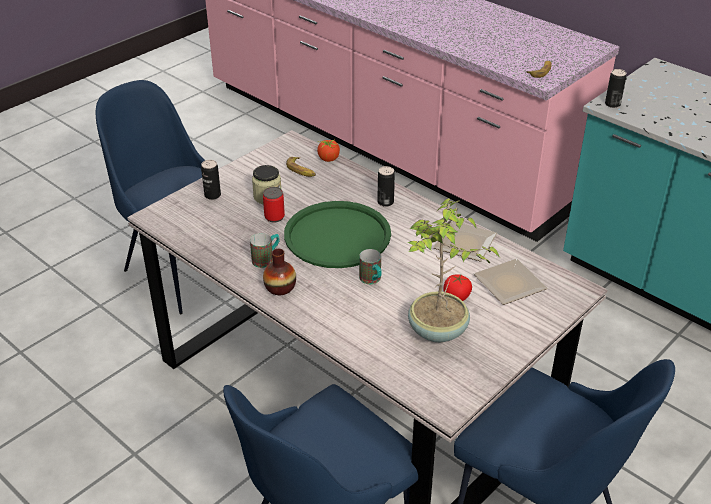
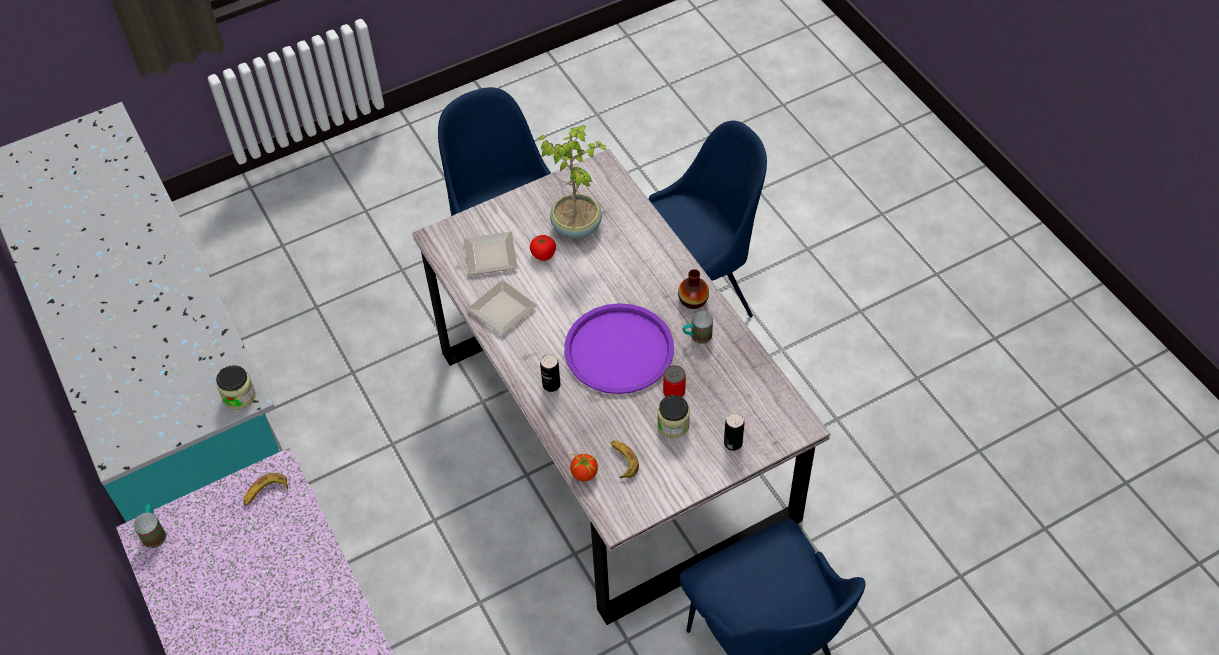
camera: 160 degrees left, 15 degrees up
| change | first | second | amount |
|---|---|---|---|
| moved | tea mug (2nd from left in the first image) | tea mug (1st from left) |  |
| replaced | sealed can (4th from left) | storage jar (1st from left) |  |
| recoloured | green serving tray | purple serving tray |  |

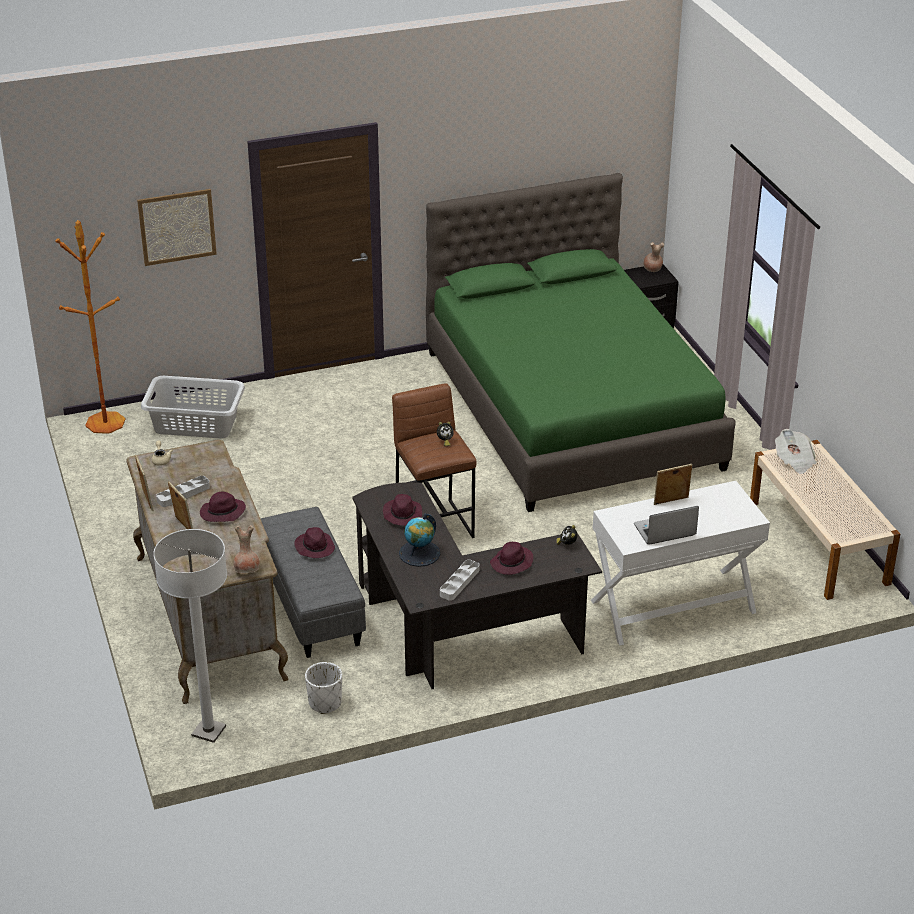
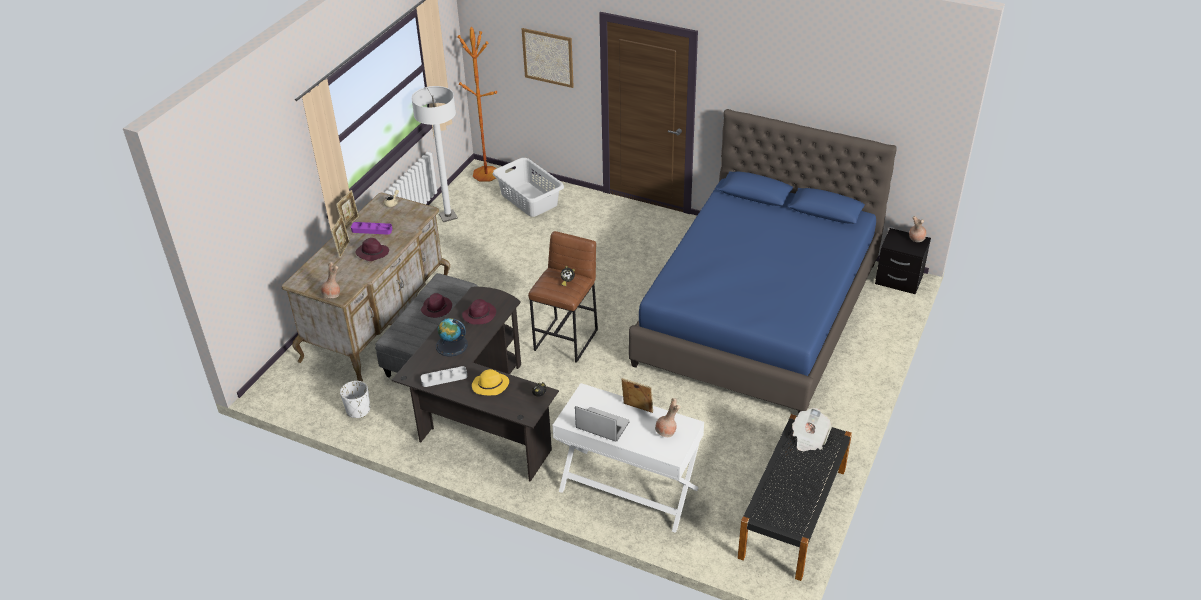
camera: 45 degrees right, 5 degrees up
| change | first | second | amount |
|---|---|---|---|
| recoloured | grey serving tray (1st from left) | purple serving tray |  |
| moved | whitish standing lamp |  |  |
| recoloured | purple hat (4th from left) | yellow-coloured hat |  |
| recoloured | green bed | blue bed |  |
| added |  | brownish vase (2nd from left) |  |
| recoloured | beige-coloured indoor bench | blackish indoor bench |  |

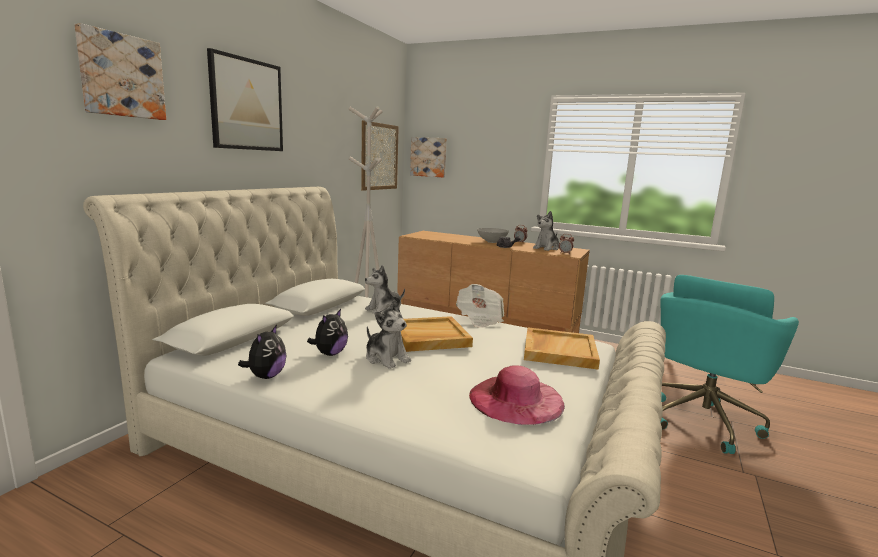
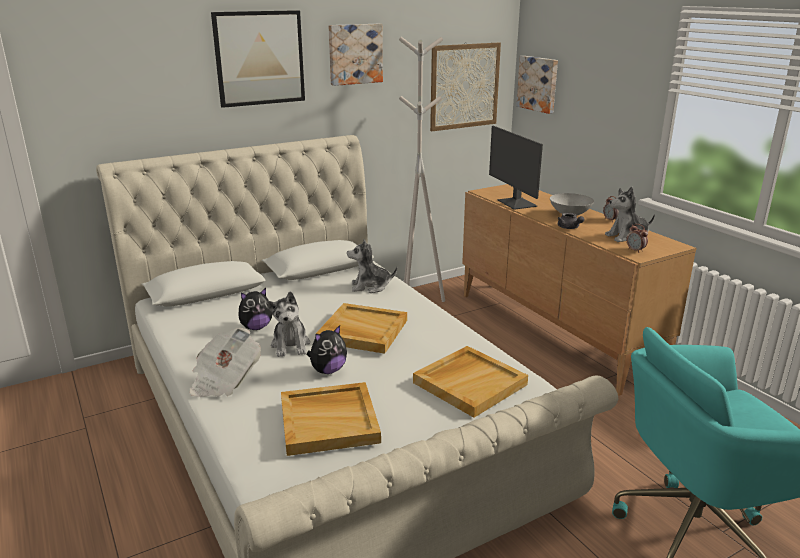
camera: 35 degrees right, 10 degrees up
| change | first | second | amount |
|---|---|---|---|
| moved | newspaper |  |  |
| replaced | pink hat | beige-coloured serving tray (1st from left) |  |
| moved | plush toy (1st from left in the first image) | plush toy (3rd from left) |  |
| moved | wall art (1st from left in the first image) | wall art (2nd from left) |  |
| added |  | computer screen |  |

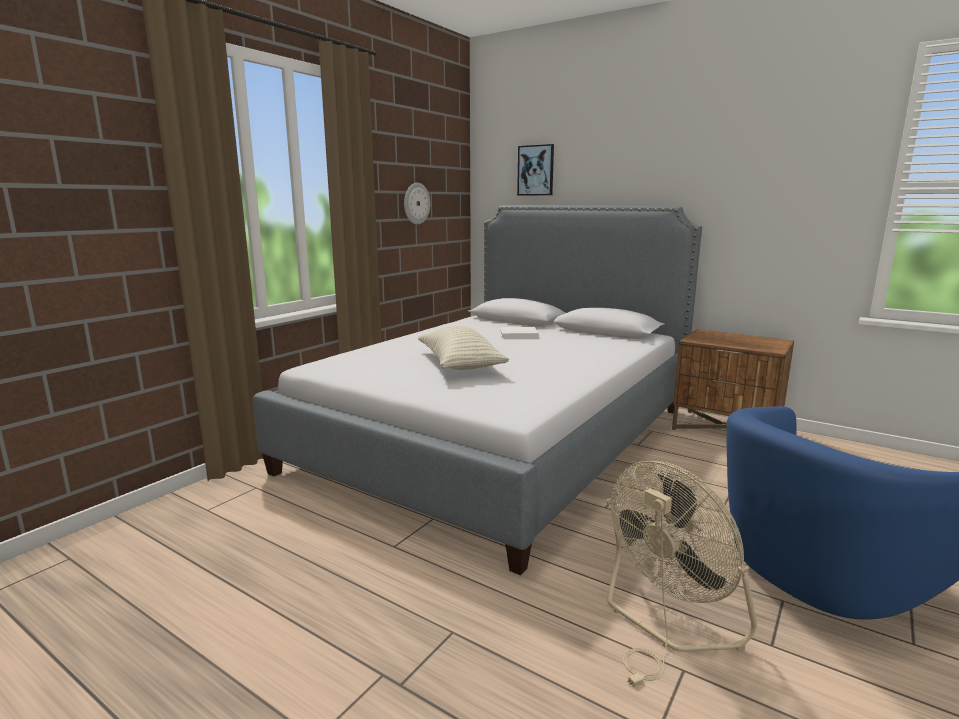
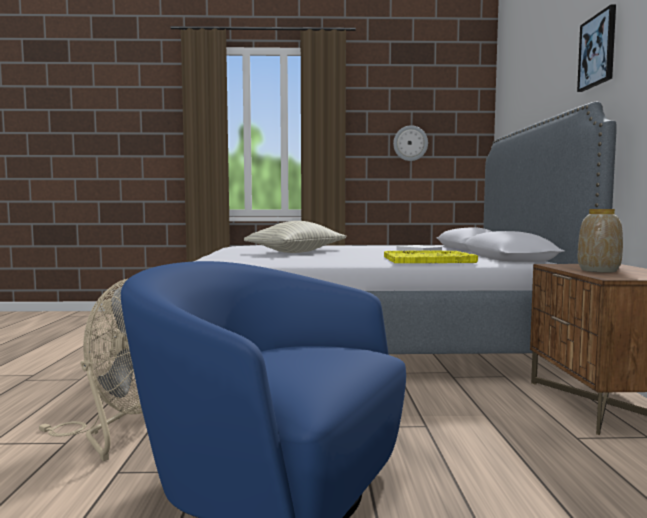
camera: 55 degrees right, 10 degrees down
| change | first | second | amount |
|---|---|---|---|
| added |  | yellow-coloured serving tray |  |
| moved | wall art |  |  |
| added |  | vase |  |

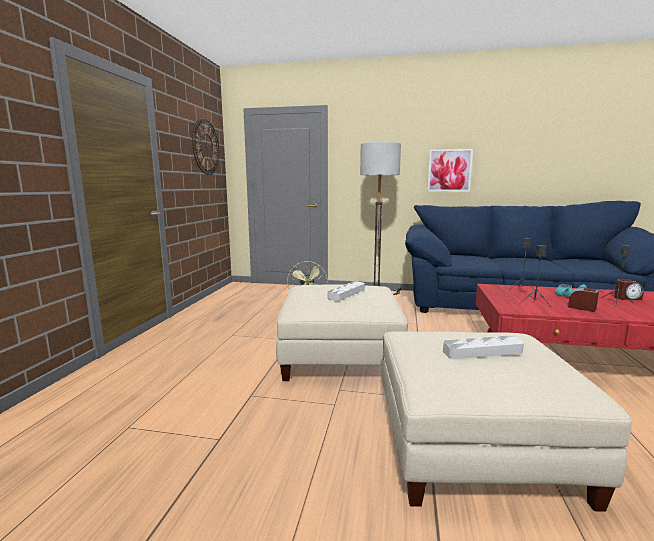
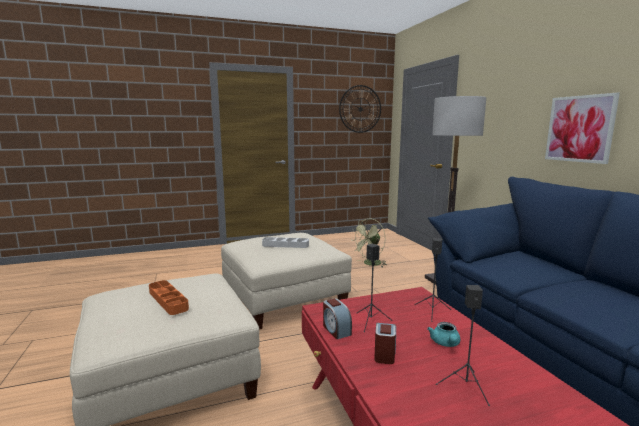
camera: 60 degrees right, 0 degrees up
| change | first | second | amount |
|---|---|---|---|
| recoloured | grey serving tray (2nd from left) | orangey serving tray |  |
| moved | alarm clock (2nd from left in the first image) | alarm clock (1st from left) |  |

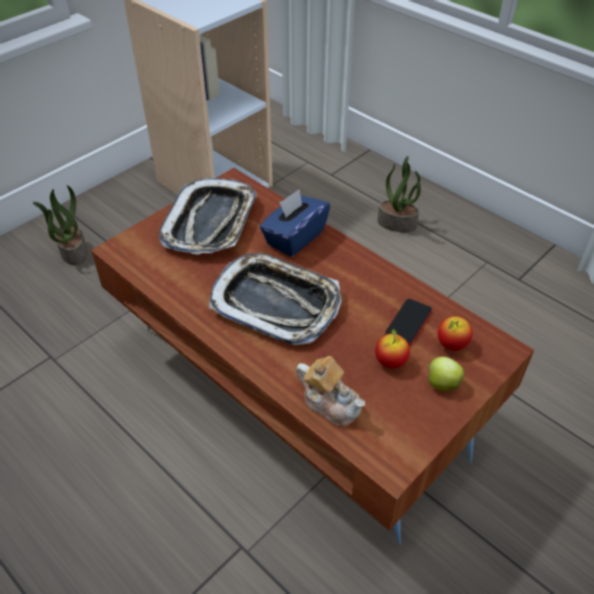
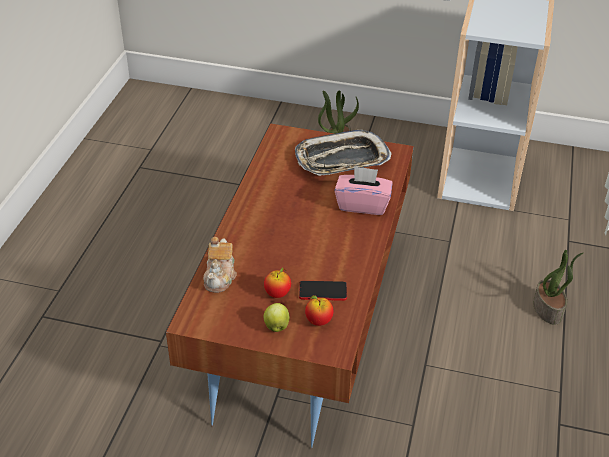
camera: 60 degrees right, 5 degrees down
| change | first | second | amount |
|---|---|---|---|
| recoloured | blue tissue holder | pink tissue holder |  |
| removed | serving tray (2nd from left) |  |  |

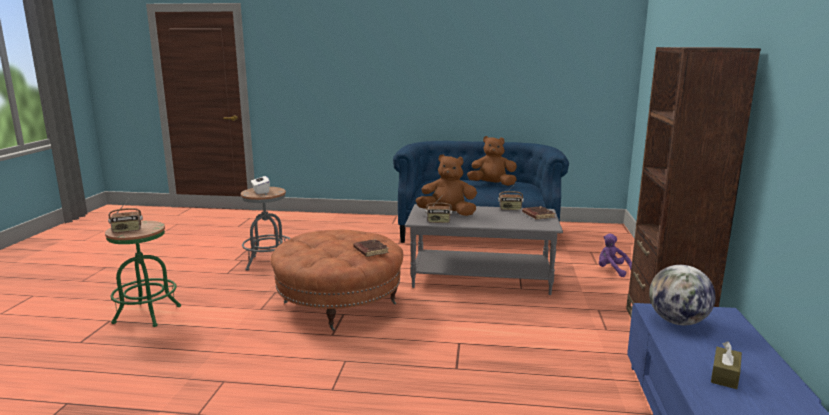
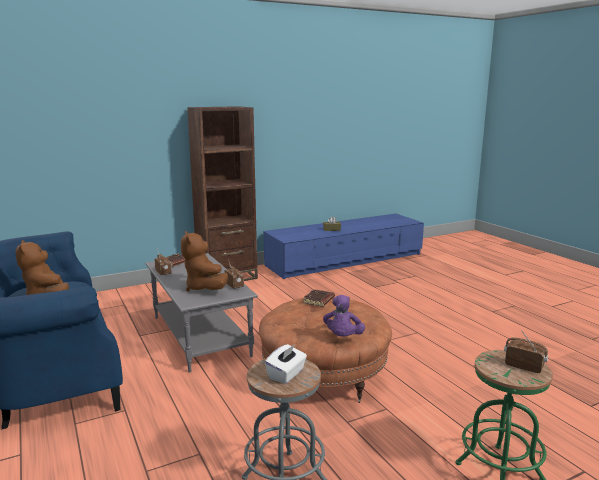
camera: 125 degrees left, 0 degrees up
| change | first | second | amount |
|---|---|---|---|
| moved | purple plush toy |  |  |
| removed | world globe |  |  |

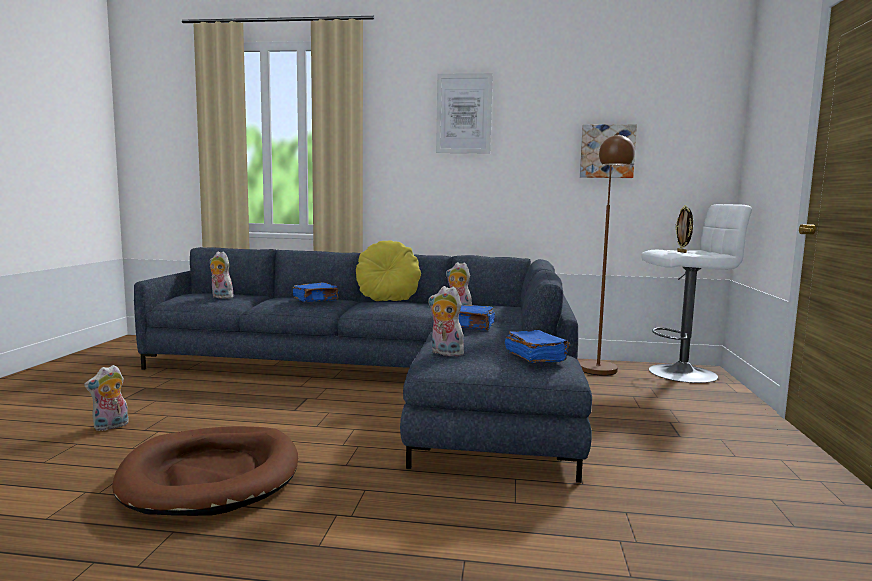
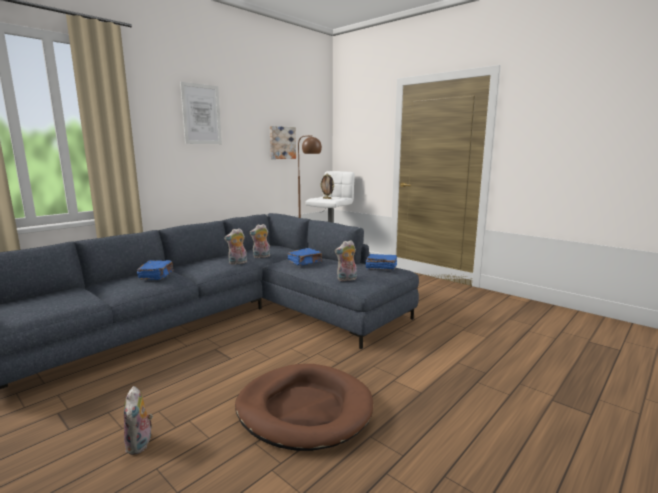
camera: 55 degrees left, 5 degrees up
| change | first | second | amount |
|---|---|---|---|
| moved | plush toy (2nd from left) |  |  |
| removed | yellow-coloured pillow |  |  |

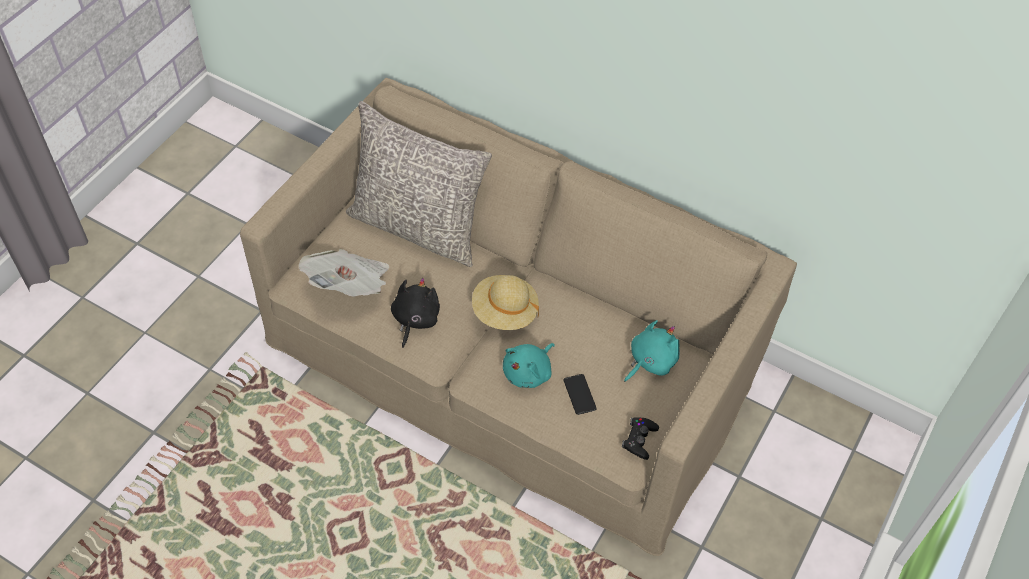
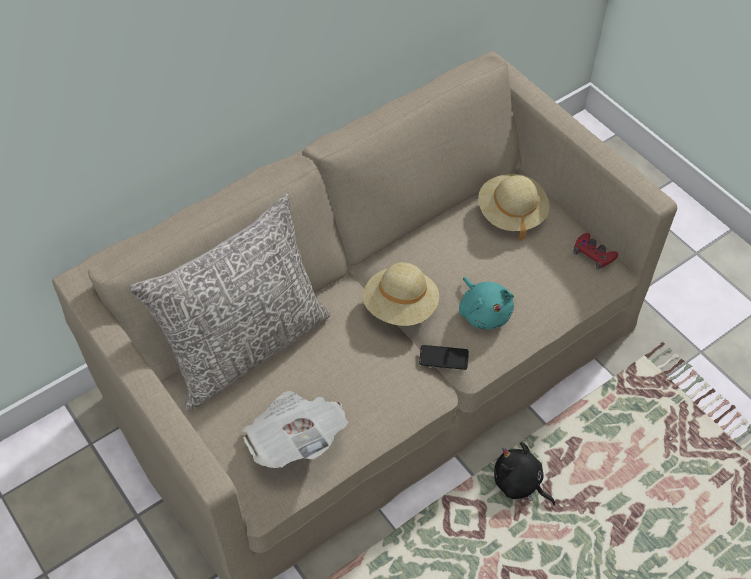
camera: 65 degrees left, 0 degrees up
| change | first | second | amount |
|---|---|---|---|
| moved | handset |  |  |
| replaced | turquoise-coloured plush toy (2nd from left) | beige-coloured hat (2nd from left) |  |
| moved | blackish plush toy |  |  |
| recoloured | blackish game controller | red-coloured game controller |  |

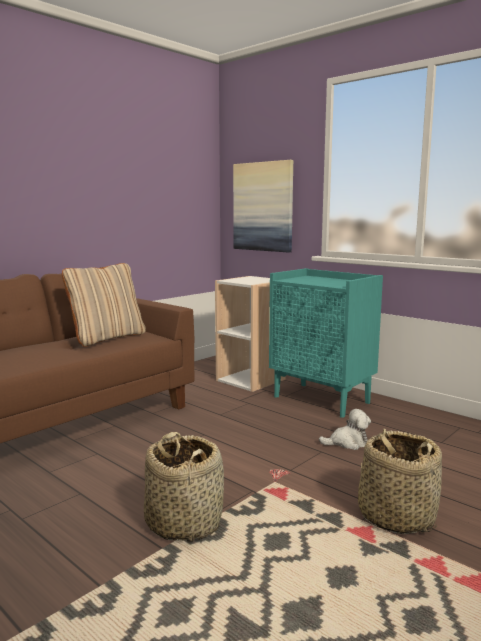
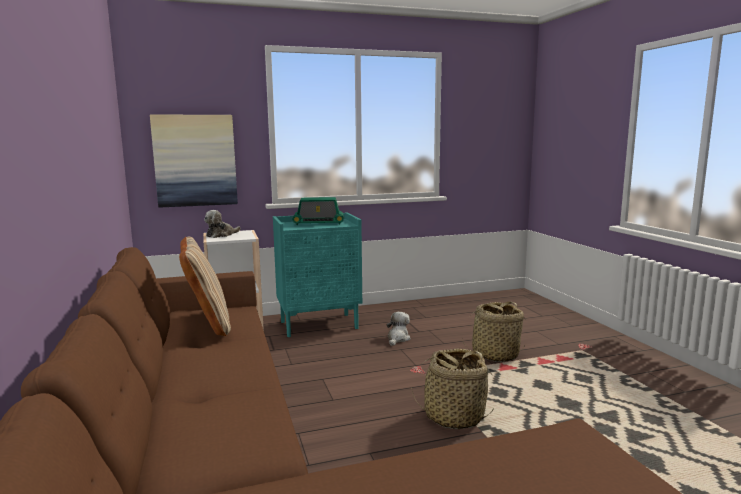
camera: 60 degrees left, 0 degrees up
| change | first | second | amount |
|---|---|---|---|
| added |  | plush toy (1st from left) |  |
| added |  | radio set |  |

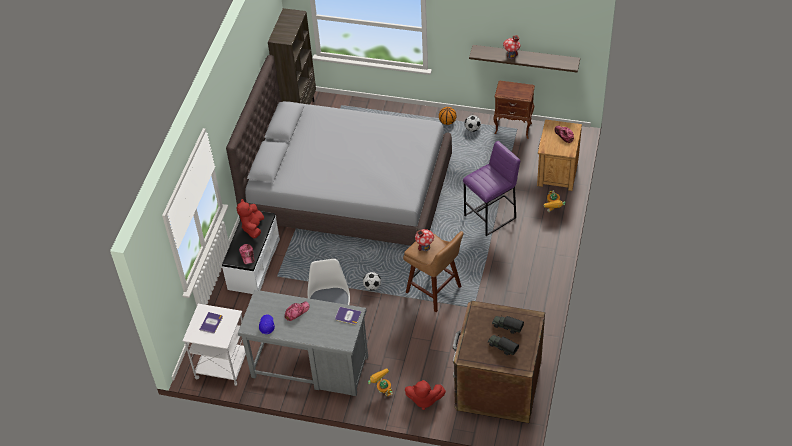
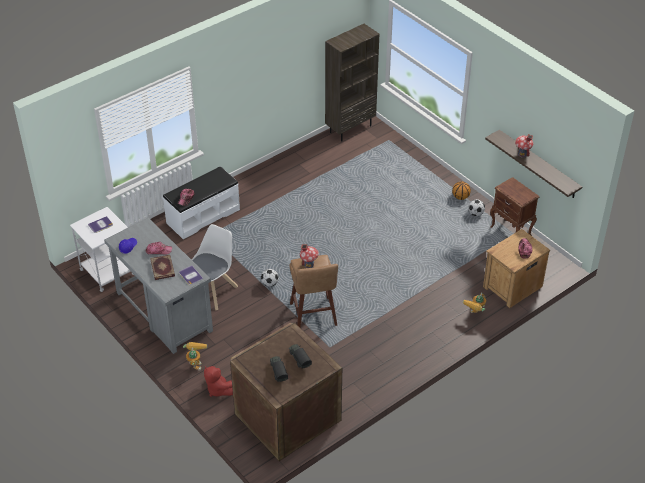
camera: 35 degrees right, 5 degrees down
| change | first | second | amount |
|---|---|---|---|
| added |  | volume (2nd from left) |  |
| removed | grey bed |  |  |
| removed | red-coloured plush toy (1st from left) |  |  |
| removed | purple stool |  |  |

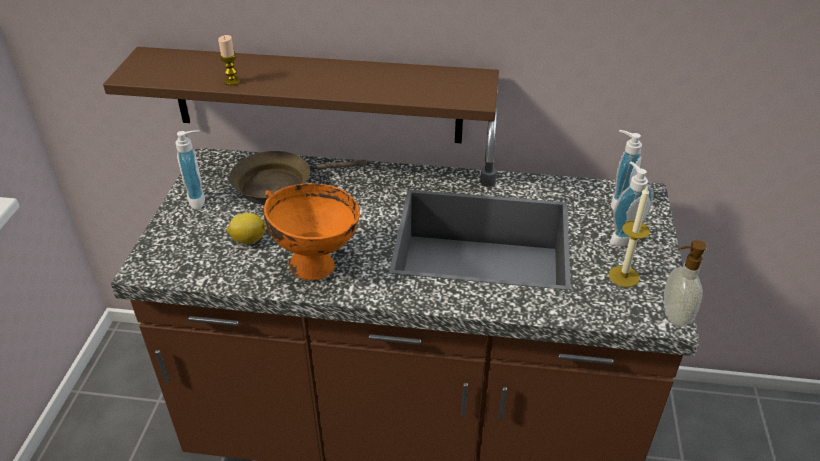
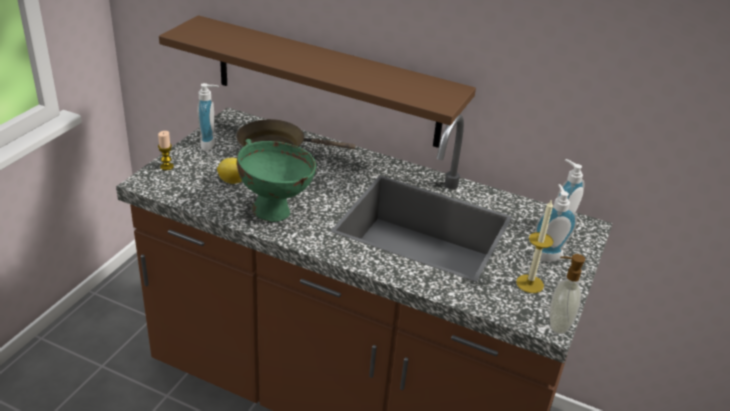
camera: 15 degrees right, 5 degrees down
| change | first | second | amount |
|---|---|---|---|
| moved | candle (1st from left) |  |  |
| recoloured | orangey serving bowl | green serving bowl |  |

